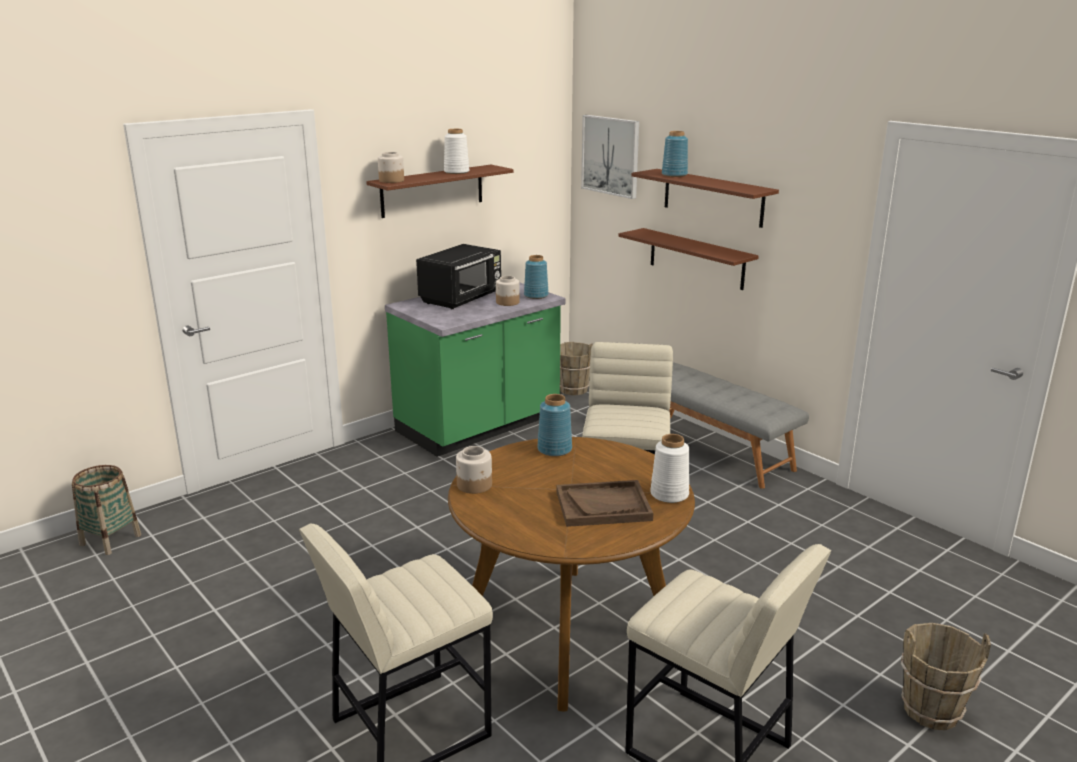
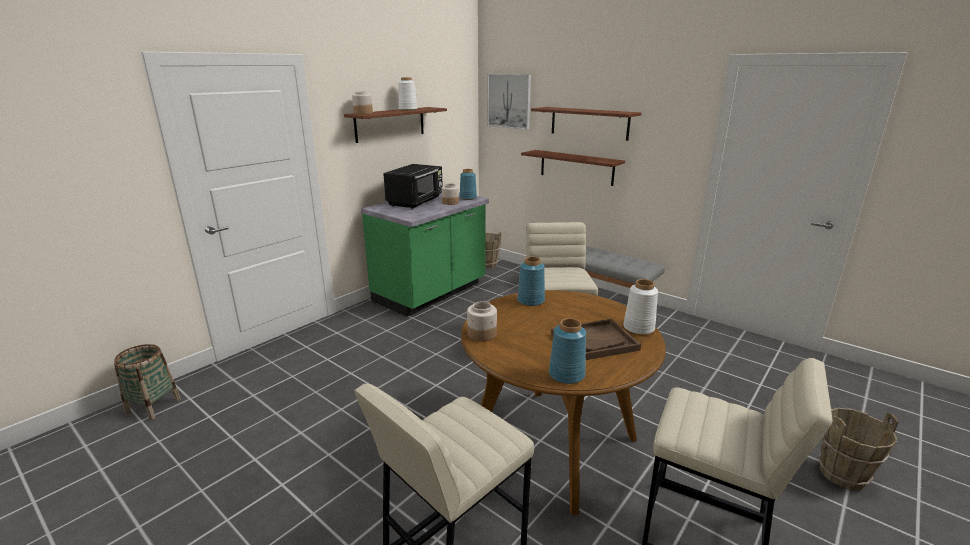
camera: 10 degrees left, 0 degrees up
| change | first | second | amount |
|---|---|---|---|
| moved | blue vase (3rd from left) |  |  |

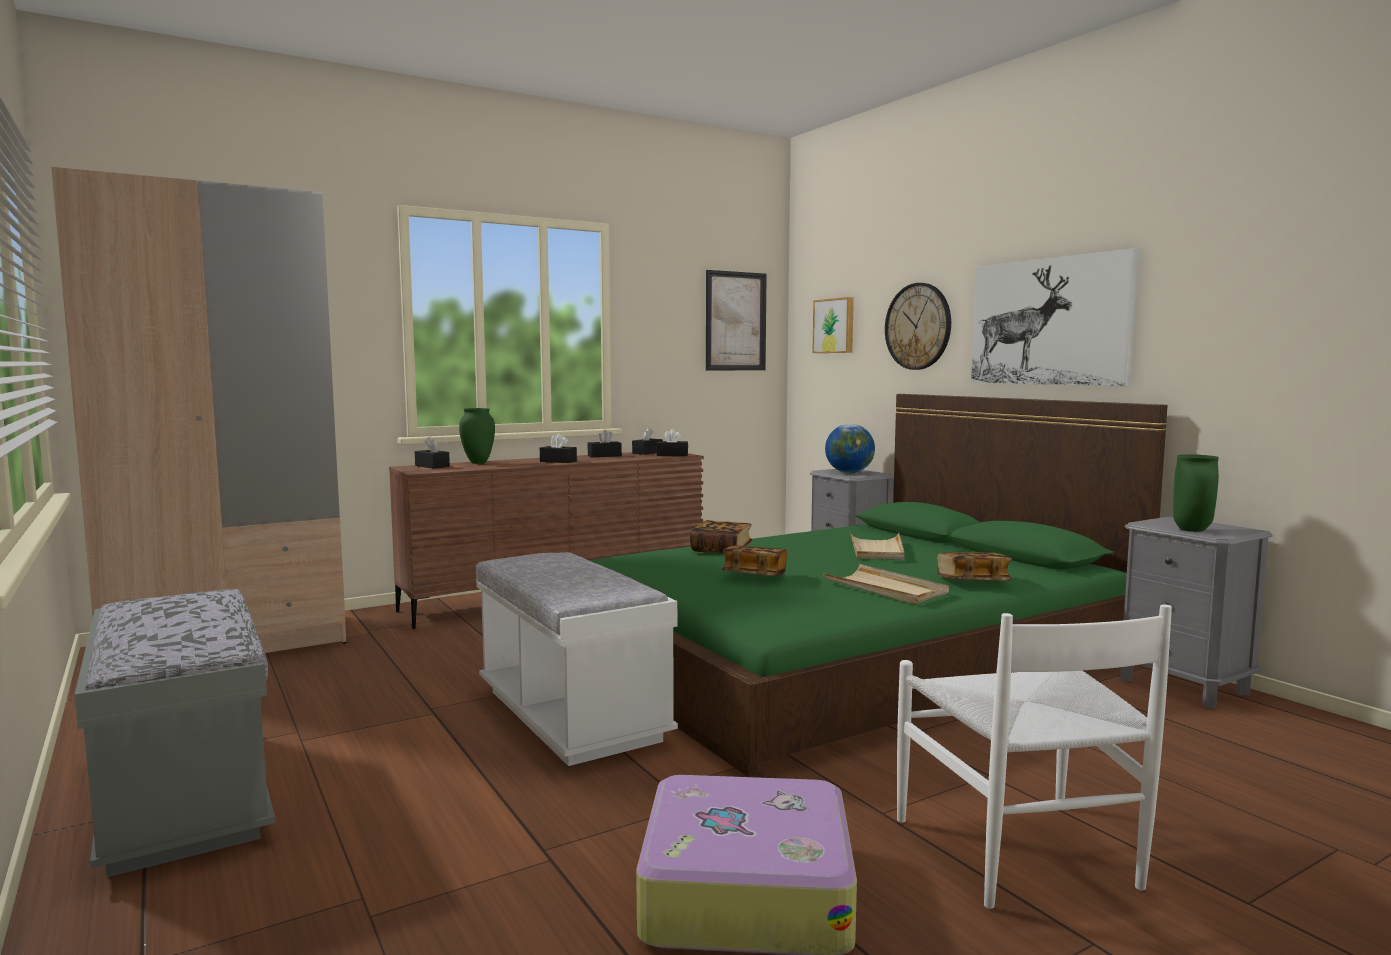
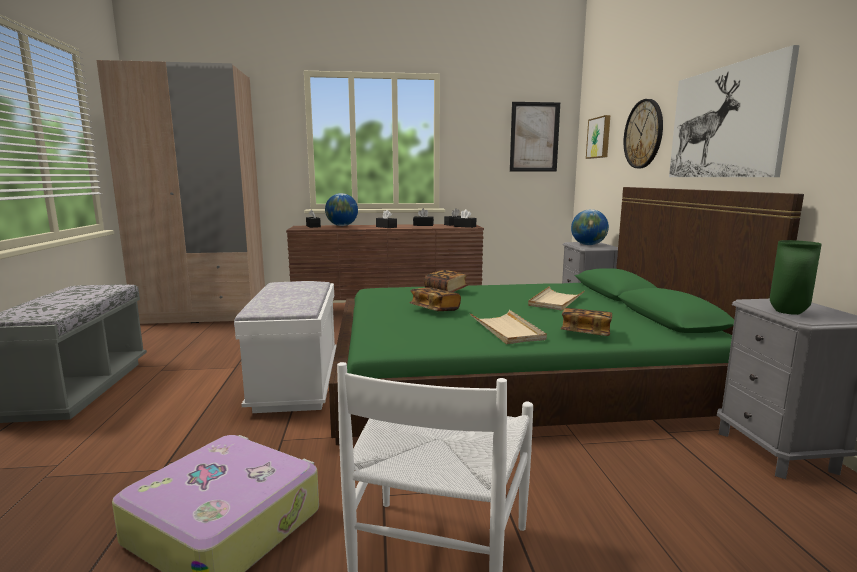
camera: 25 degrees right, 5 degrees up
| change | first | second | amount |
|---|---|---|---|
| replaced | green vase (1st from left) | world globe (1st from left) |  |

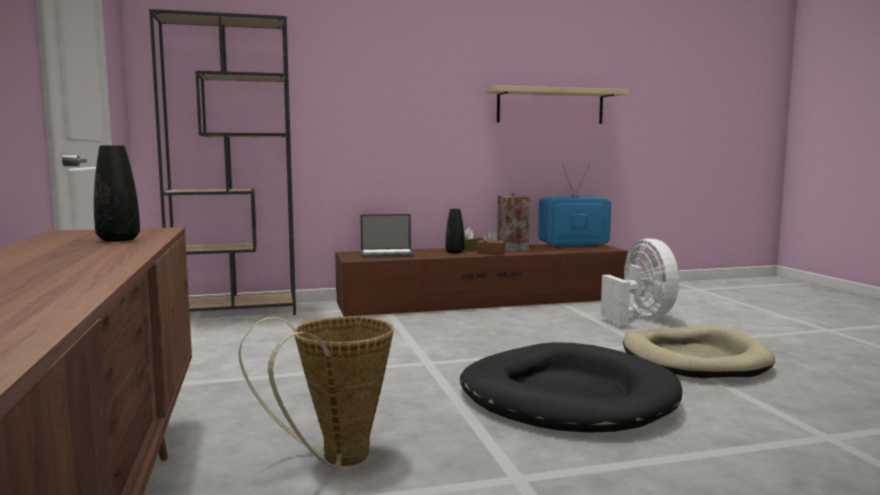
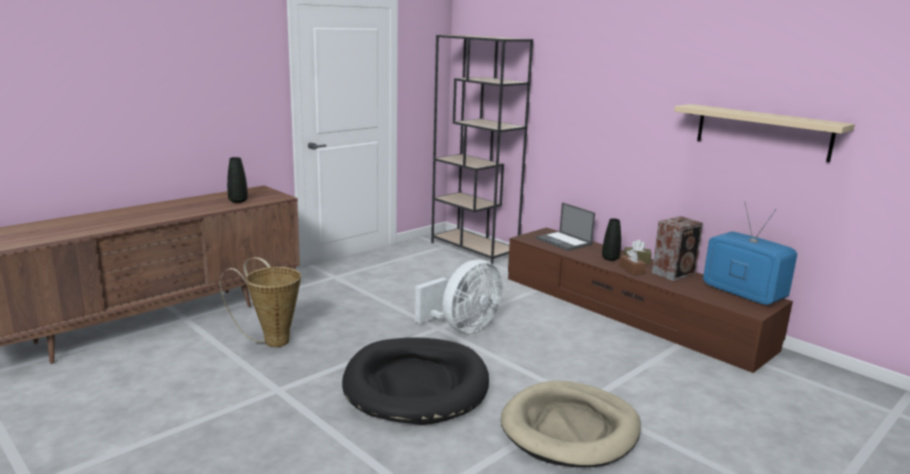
camera: 60 degrees right, 10 degrees up
| change | first | second | amount |
|---|---|---|---|
| moved | whitish electric fan |  |  |

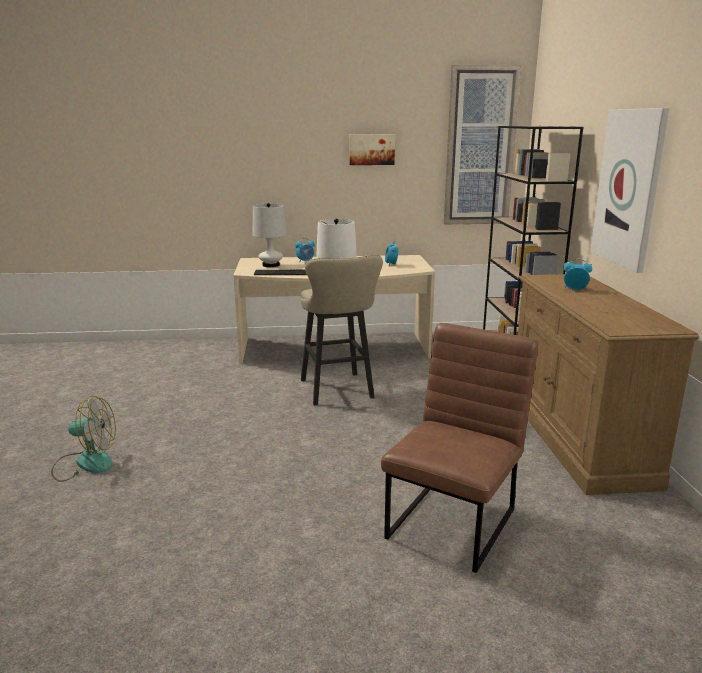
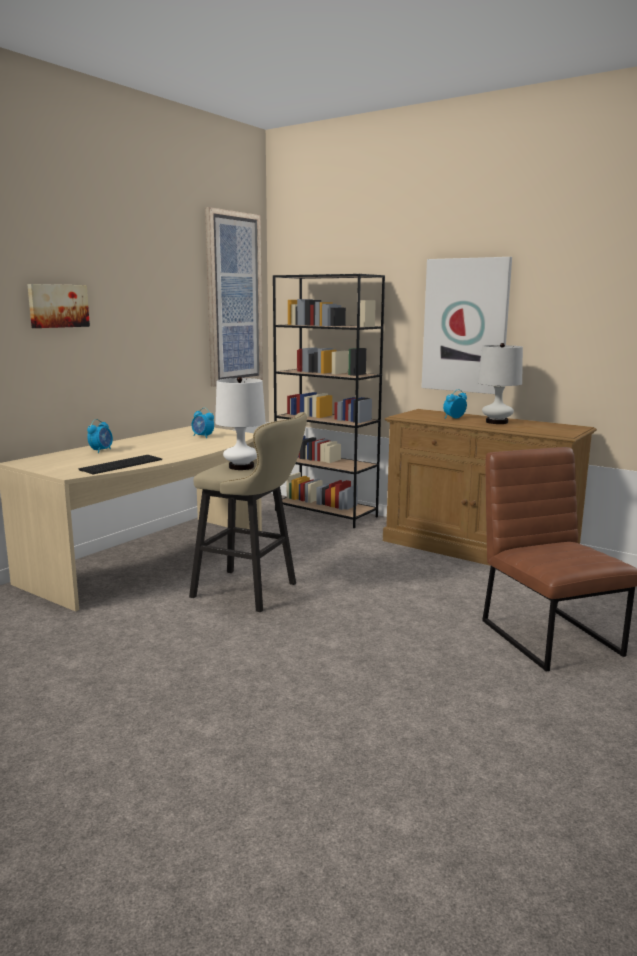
camera: 50 degrees left, 5 degrees down
| change | first | second | amount |
|---|---|---|---|
| moved | wall art (1st from left) |  |  |
| moved | whitish table lamp (1st from left in the first image) | whitish table lamp (2nd from left) |  |
| removed | electric fan |  |  |

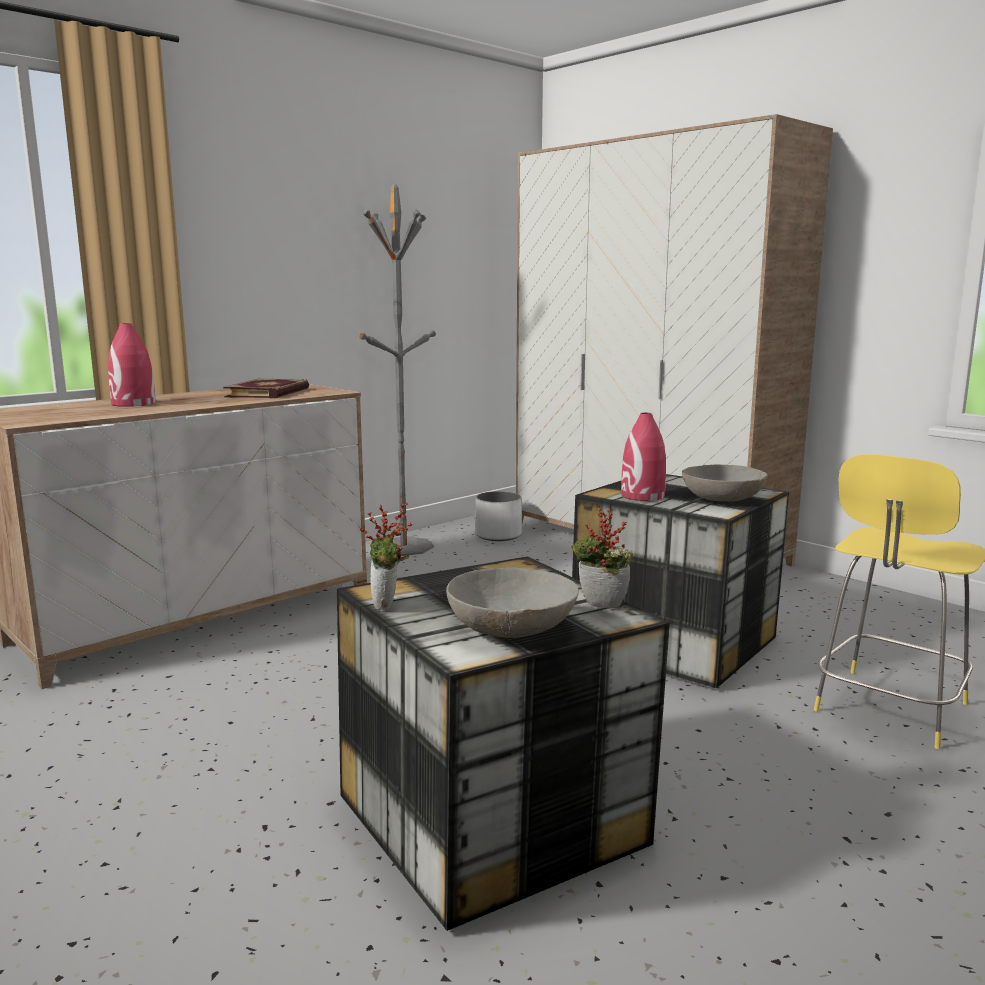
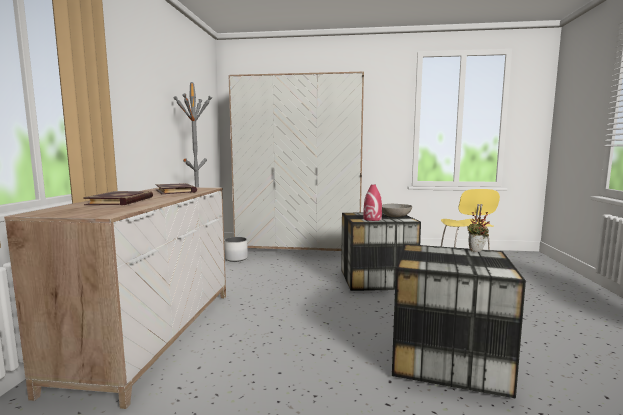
camera: 40 degrees left, 5 degrees down
| change | first | second | amount |
|---|---|---|---|
| replaced | red-coloured vase (1st from left) | volume (1st from left) |  |
| removed | houseplant (1st from left) |  |  |
| removed | grey serving bowl (1st from left) |  |  |

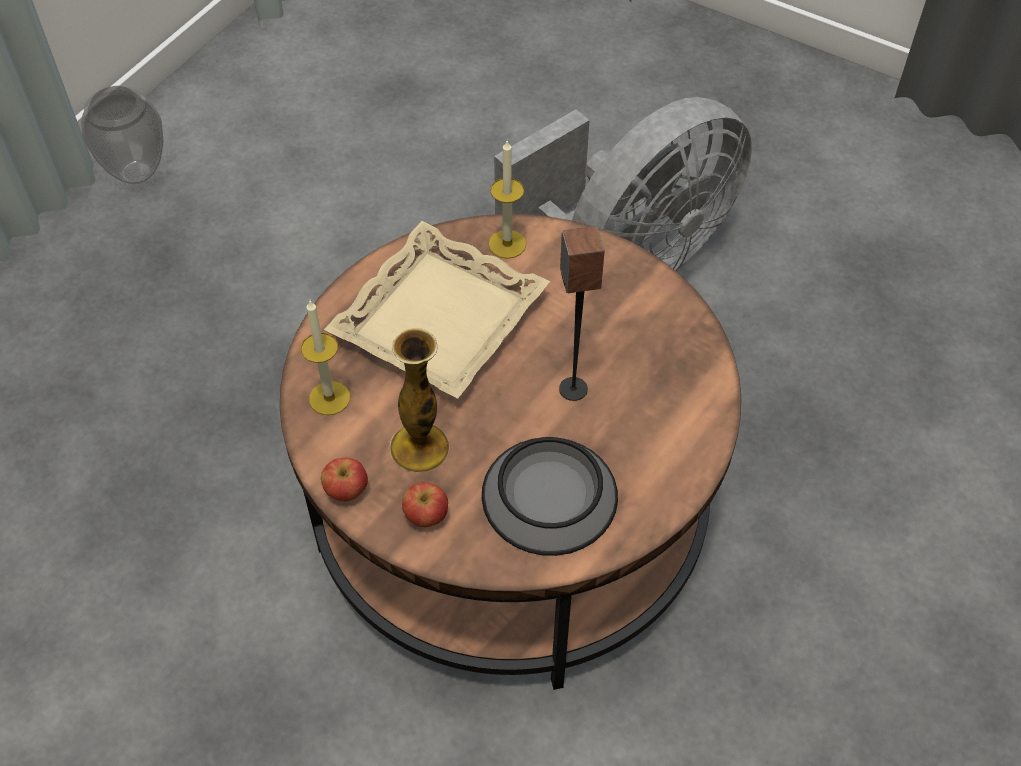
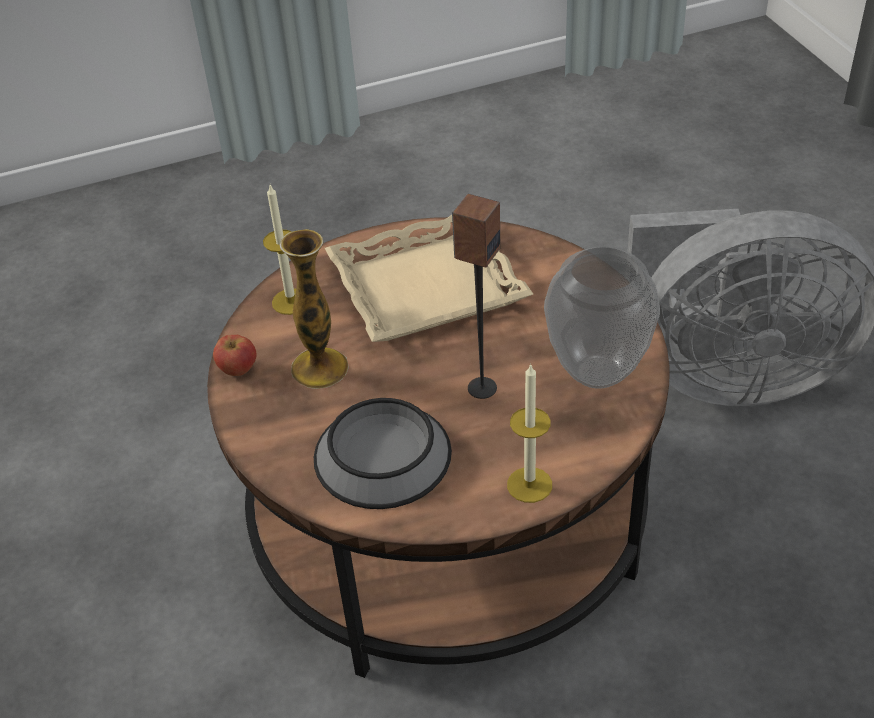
camera: 40 degrees right, 10 degrees down
| change | first | second | amount |
|---|---|---|---|
| moved | candle (2nd from left) |  |  |
| moved | vase (1st from left in the first image) | vase (2nd from left) |  |
| removed | apple (2nd from left) |  |  |

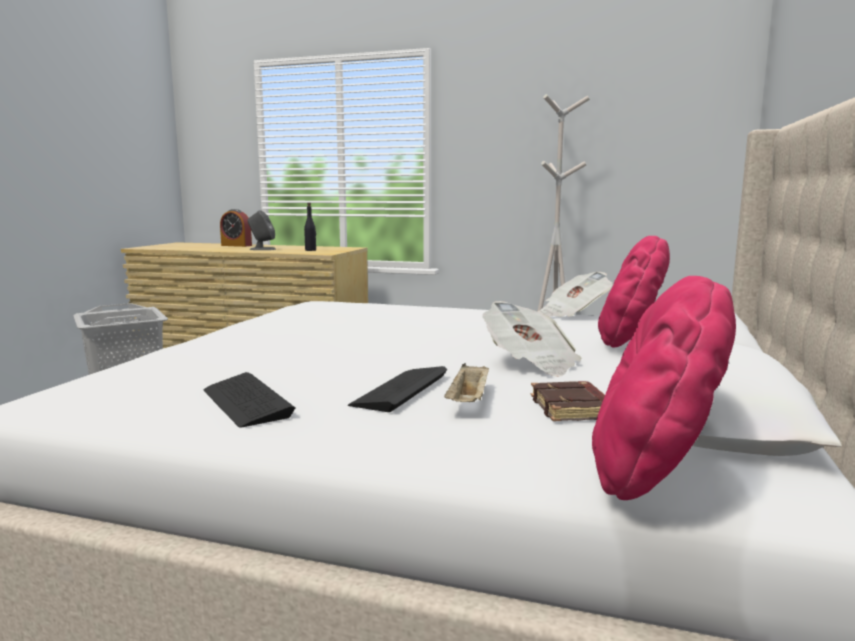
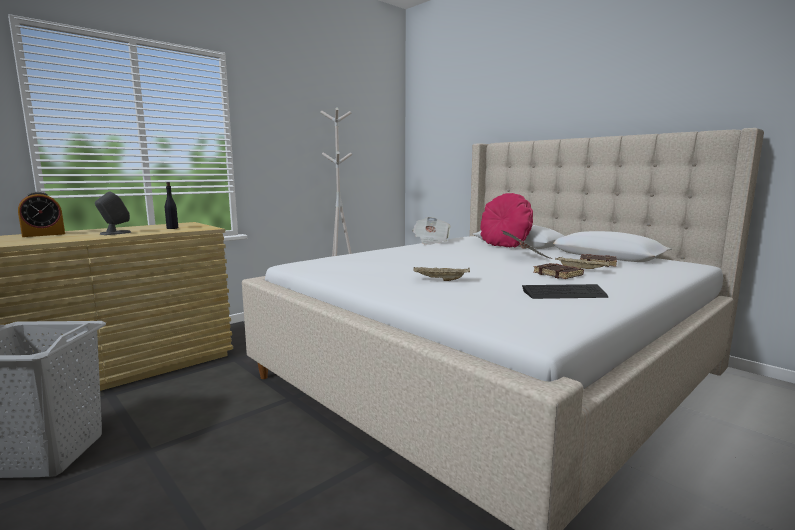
camera: 60 degrees left, 0 degrees up
| change | first | second | amount |
|---|---|---|---|
| added |  | beige-coloured serving tray (1st from left) |  |
| replaced | computer keyboard (2nd from left) | brownish volume (1st from left) |  |
| removed | pink pillow (2nd from left) |  |  |

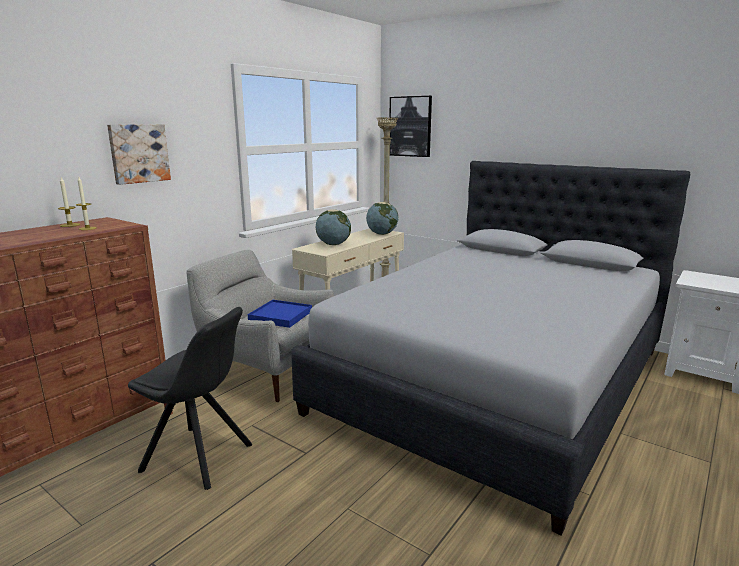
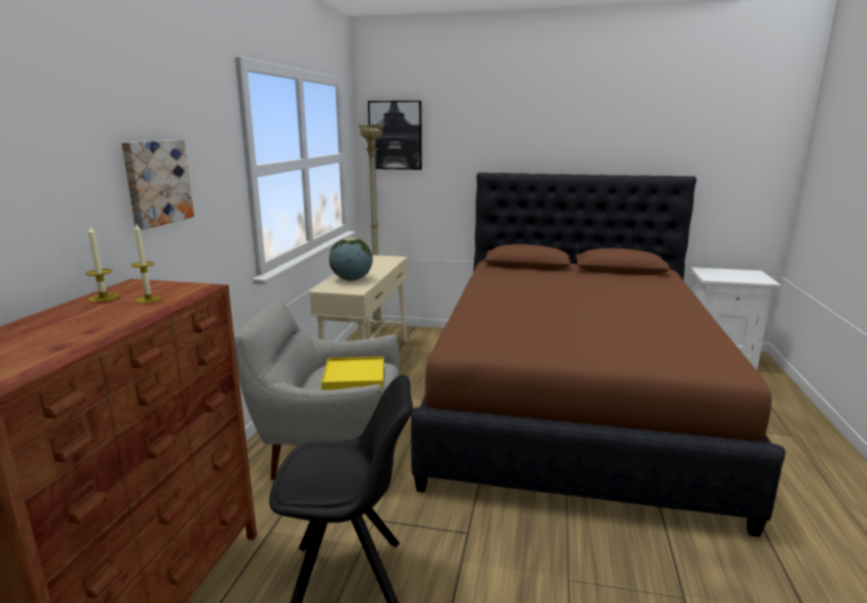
camera: 25 degrees left, 0 degrees up
| change | first | second | amount |
|---|---|---|---|
| recoloured | blue serving tray | yellow-coloured serving tray |  |
| recoloured | grey bed | brownish bed |  |
| removed | world globe (2nd from left) |  |  |

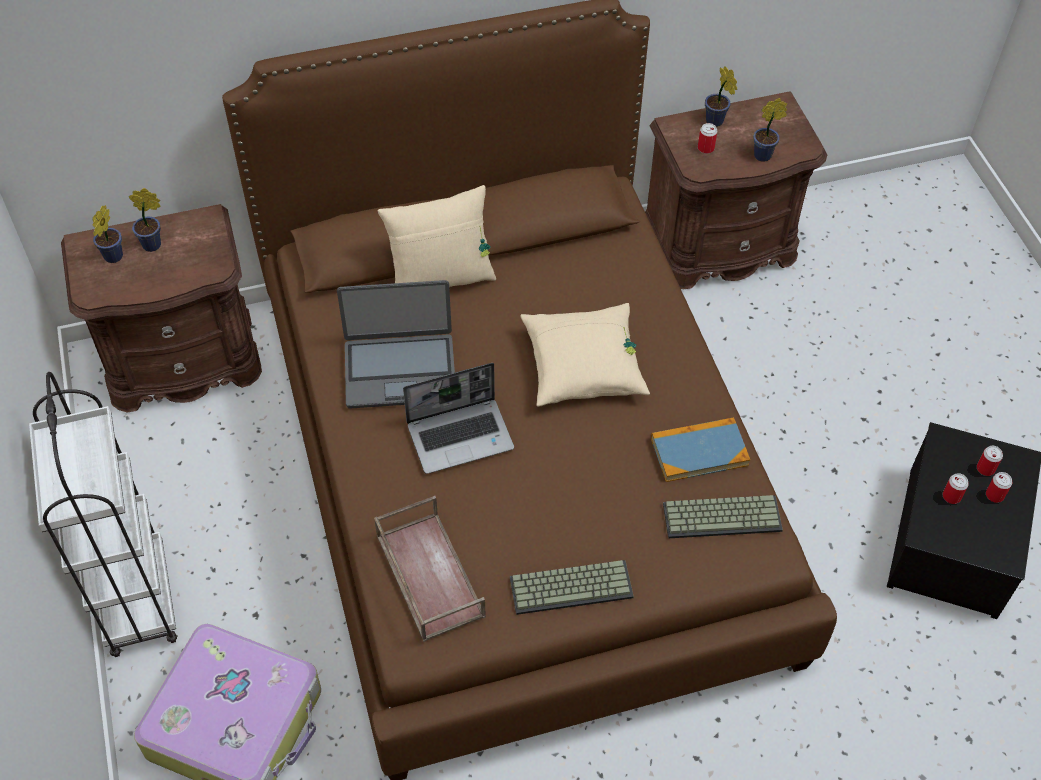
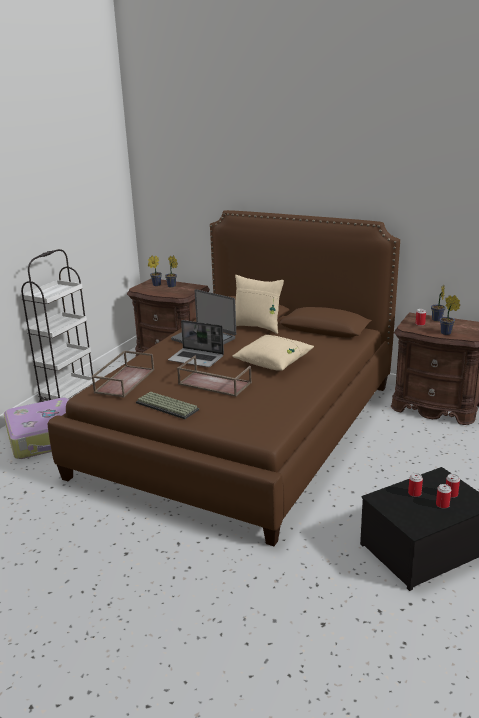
camera: 45 degrees right, 30 degrees down
| change | first | second | amount |
|---|---|---|---|
| added |  | brownish serving tray (2nd from left) |  |
| removed | volume |  |  |
| removed | computer keyboard (2nd from left) |  |  |

